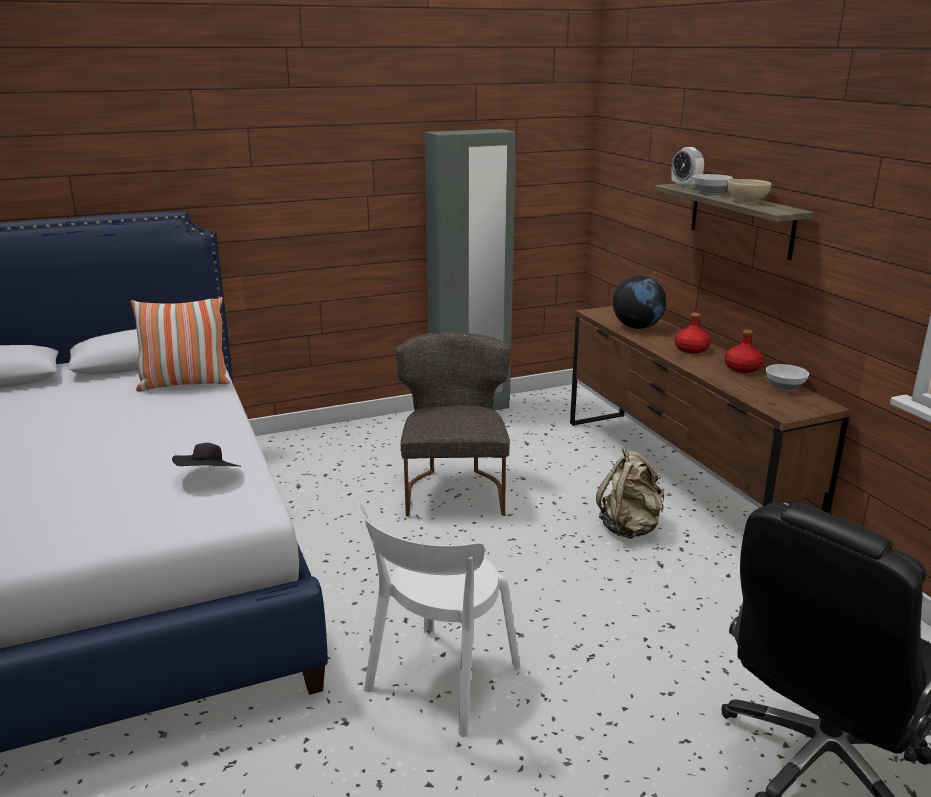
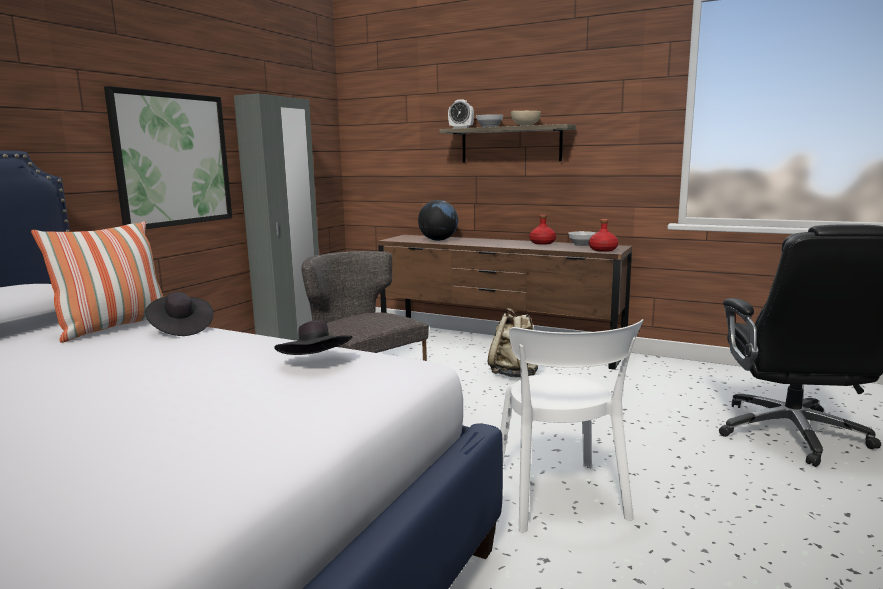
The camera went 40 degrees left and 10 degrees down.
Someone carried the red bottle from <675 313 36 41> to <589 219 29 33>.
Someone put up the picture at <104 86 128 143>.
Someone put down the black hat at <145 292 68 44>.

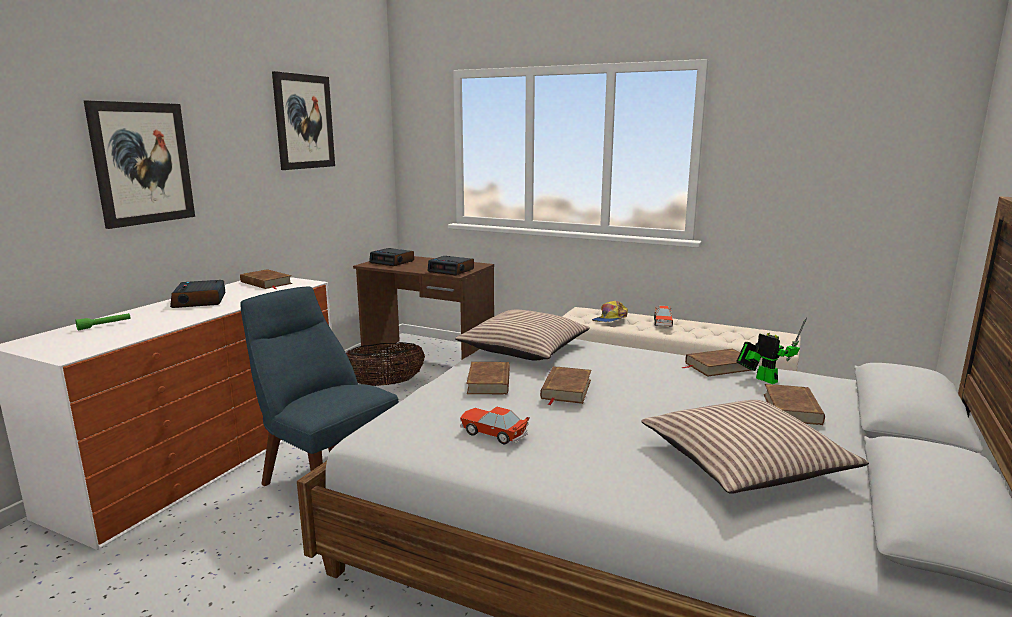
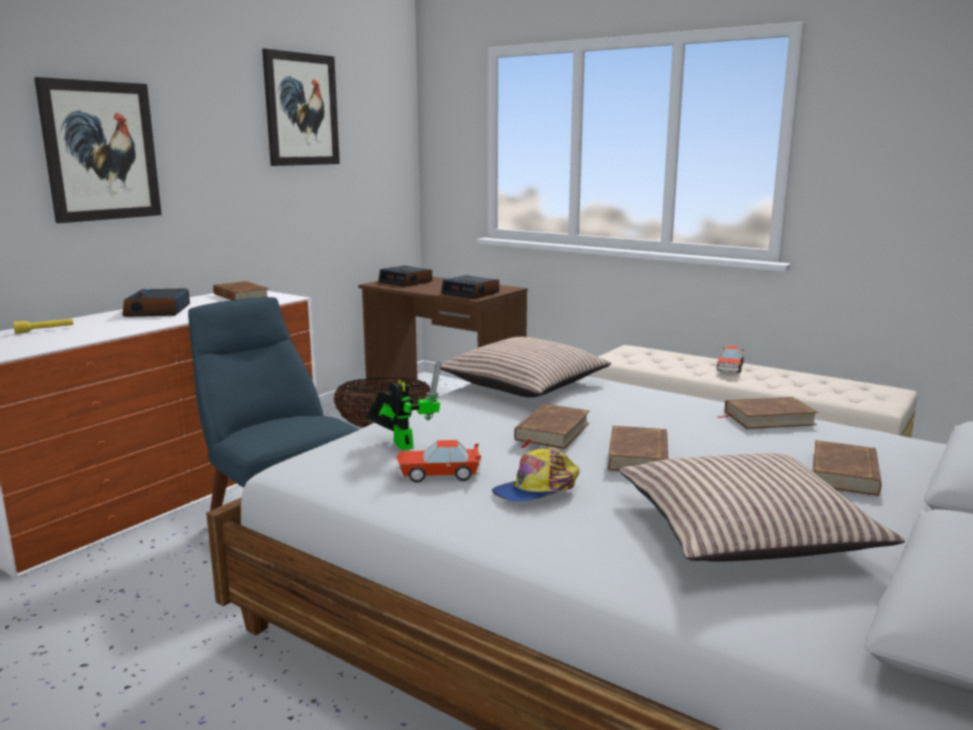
The camera went 10 degrees right and 0 degrees up.
Someone carried the cap from <592 301 36 21> to <492 447 88 55>.
Someone repainted the green flashlight at <75 313 56 17>, which became the yellow flashlight at <13 319 60 15>.
Someone carried the toy robot from <736 317 71 67> to <366 360 75 91>.
Someone carried the brown book from <466 362 44 32> to <608 426 60 45>.
Someone rotated the toy car at <460 407 70 37> by 45 degrees counterclockwise.

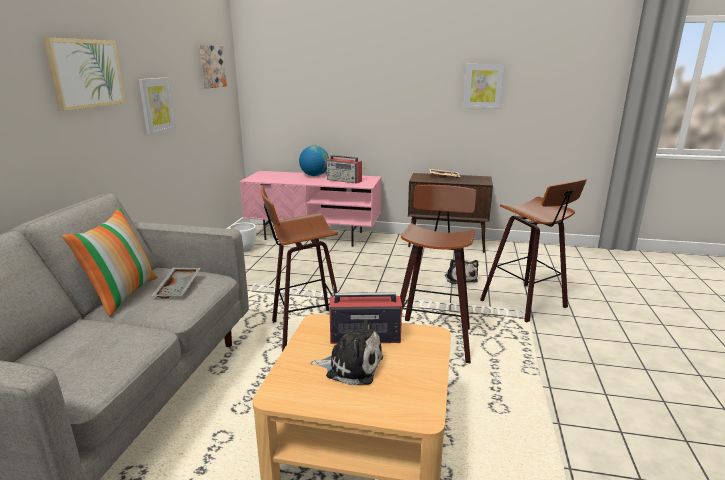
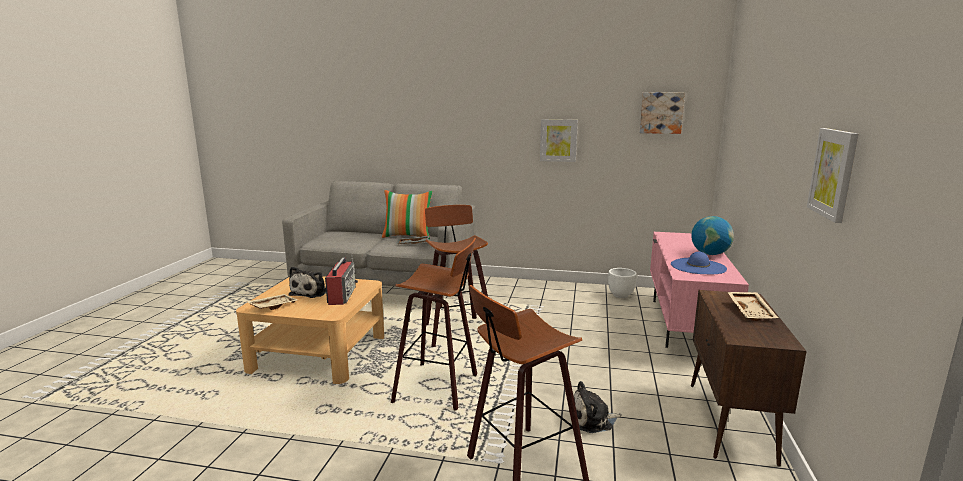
The camera went 90 degrees right and 5 degrees down.
Someone took away the picture at <43 37 82 74>.
Someone swapped the radio at <326 155 36 29> for the blue hat at <671 252 56 22>.
Someone put down the beige tray at <246 294 52 16>.

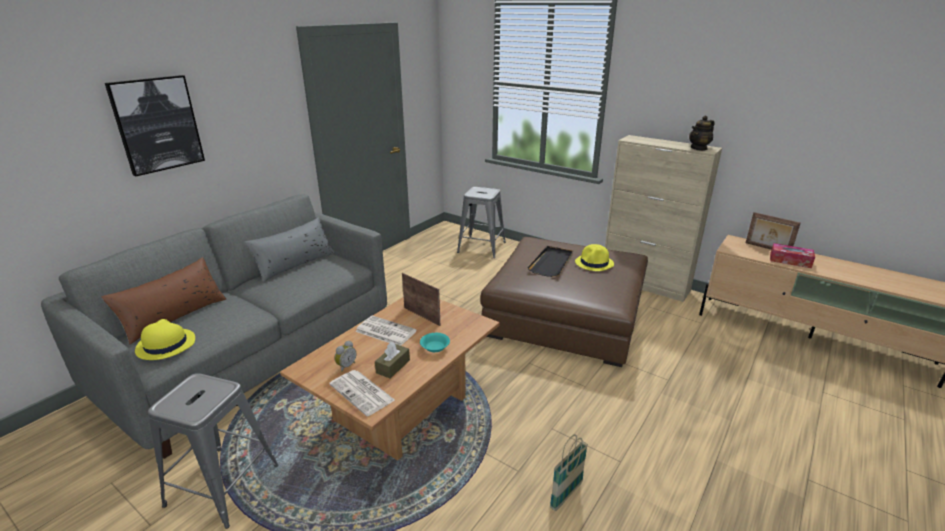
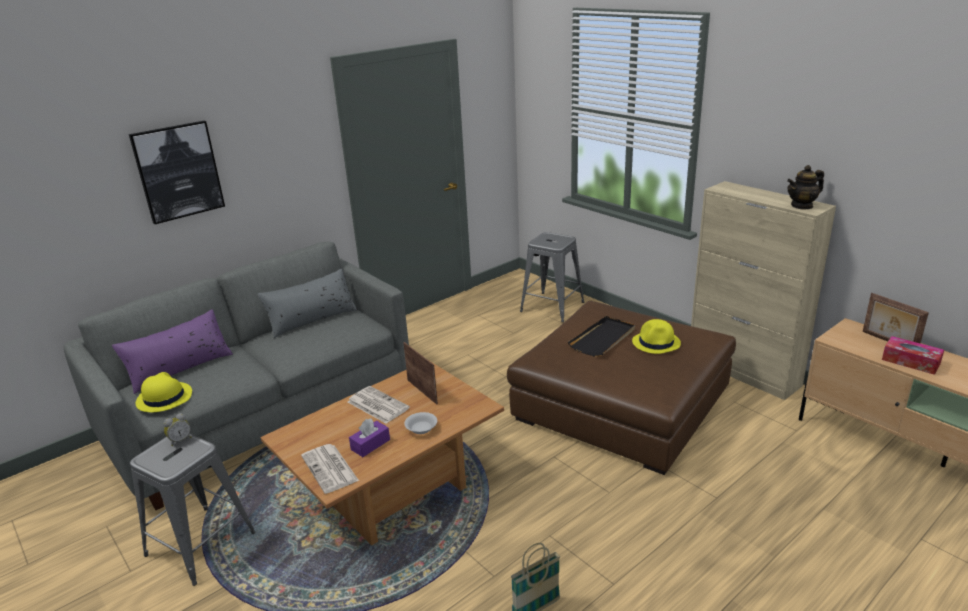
The camera went 15 degrees right and 0 degrees up.
Someone repainted the brown pillow at <101 257 125 87>, which became the purple pillow at <112 309 121 85>.
Someone repainted the turquoise bowl at <420 333 30 19>, which became the white bowl at <404 412 33 22>.
Someone carried the alarm clock from <335 341 21 31> to <164 413 27 33>.
Someone repainted the brown tissue box at <375 342 35 37>, which became the purple tissue box at <349 419 41 38>.

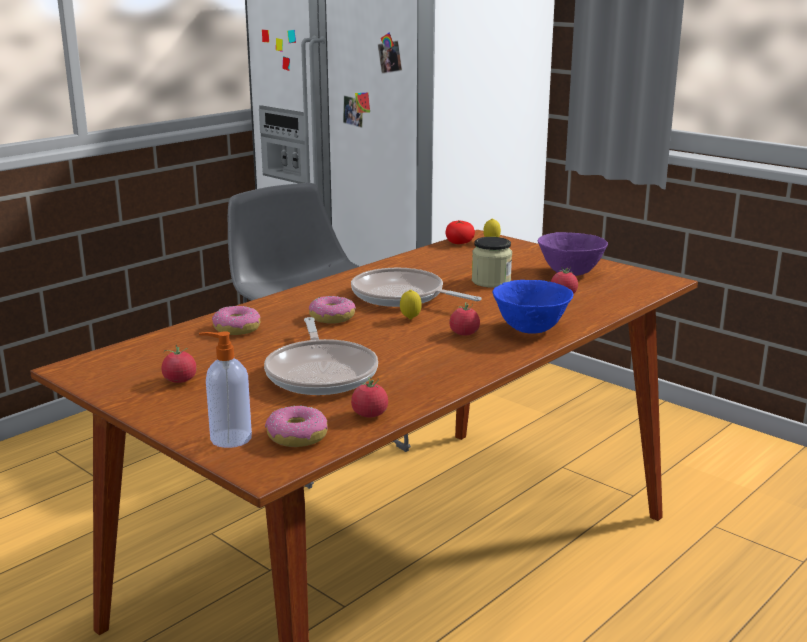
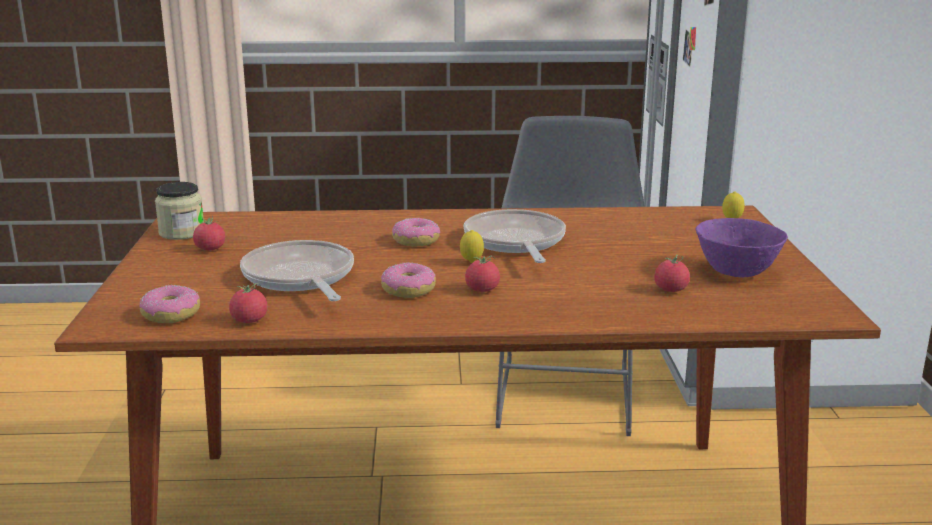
The camera went 45 degrees right and 0 degrees up.
Someone took away the tomato at <445 221 30 23>.
Someone carried the jar from <472 237 40 51> to <155 182 49 58>.
Someone took away the blue bowl at <493 280 80 53>.
Someone carried the donut from <212 306 49 29> to <381 262 55 36>.
Someone rotated the frying pan at <264 317 114 78> by 120 degrees clockwise.
Someone took away the soap dispenser at <199 331 53 117>.

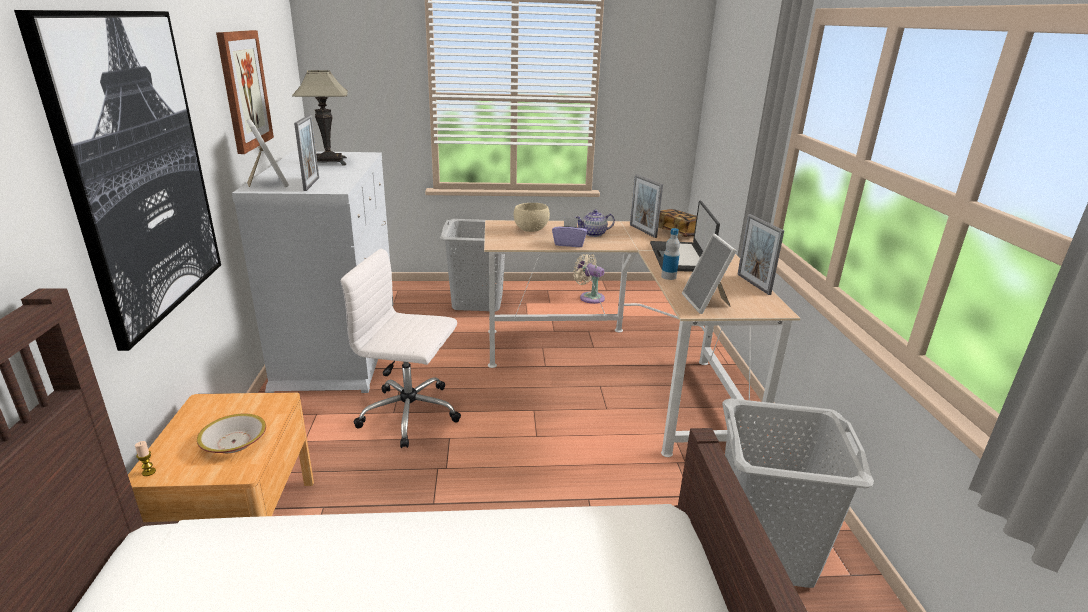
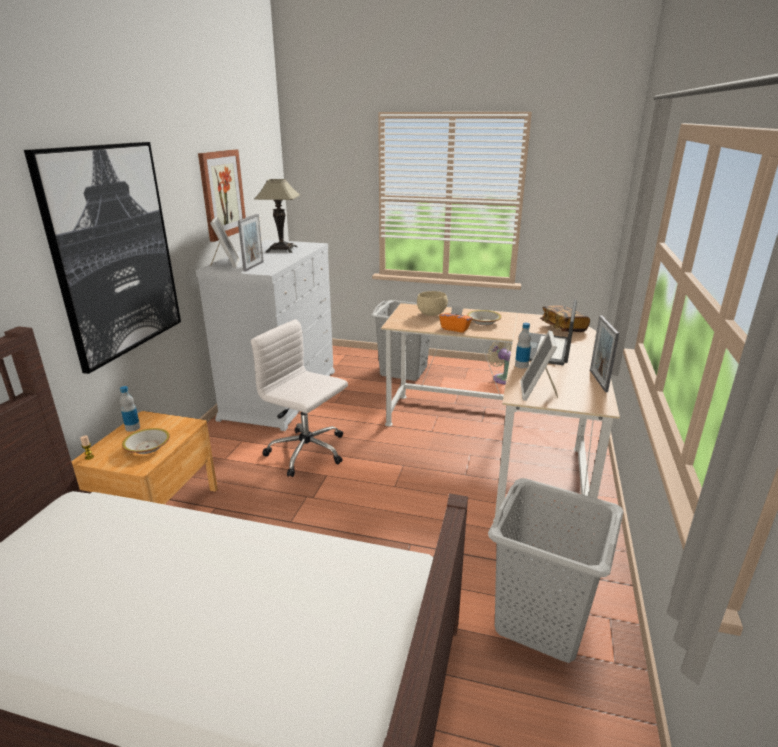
The camera went 20 degrees right and 0 degrees up.
Someone took away the picture frame at <630 174 33 64>.
Someone swapped the teapot at <575 210 40 27> for the bowl at <467 310 35 15>.
Someone repainted the purple tissue box at <552 217 35 30>, which became the orange tissue box at <439 306 33 27>.
Someone put down the bottle at <120 386 20 46>.

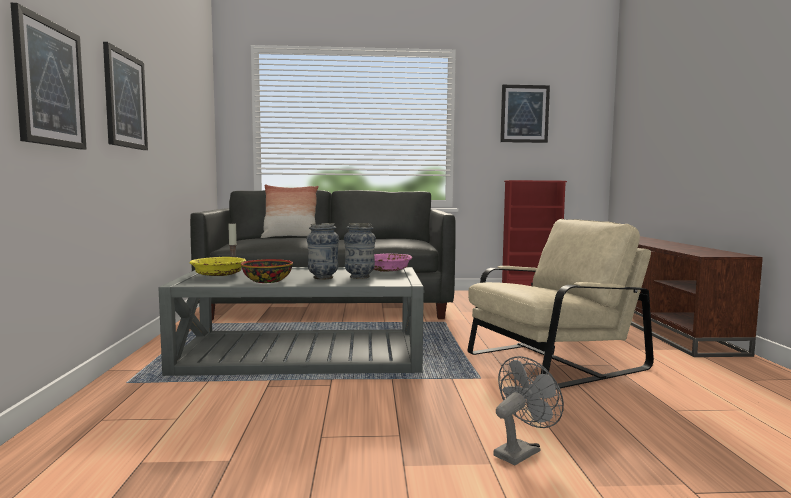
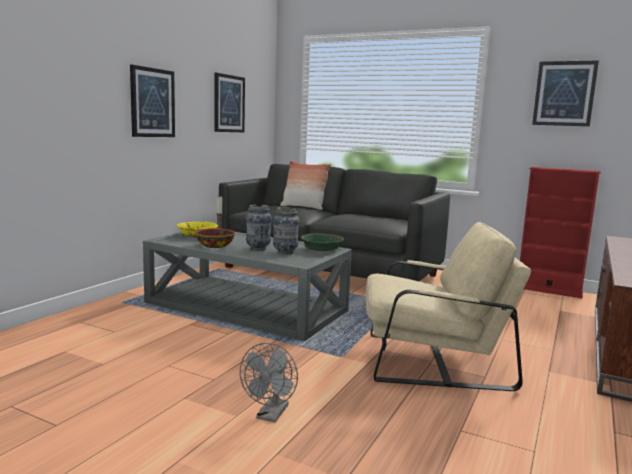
The camera went 30 degrees right and 5 degrees up.
Someone carried the picture from <11 3 75 147> to <214 73 31 59>.
Someone repainted the pink bowl at <374 254 38 18>, which became the green bowl at <301 234 43 17>.
Someone rotated the grey fan at <493 356 71 109> by 120 degrees clockwise.

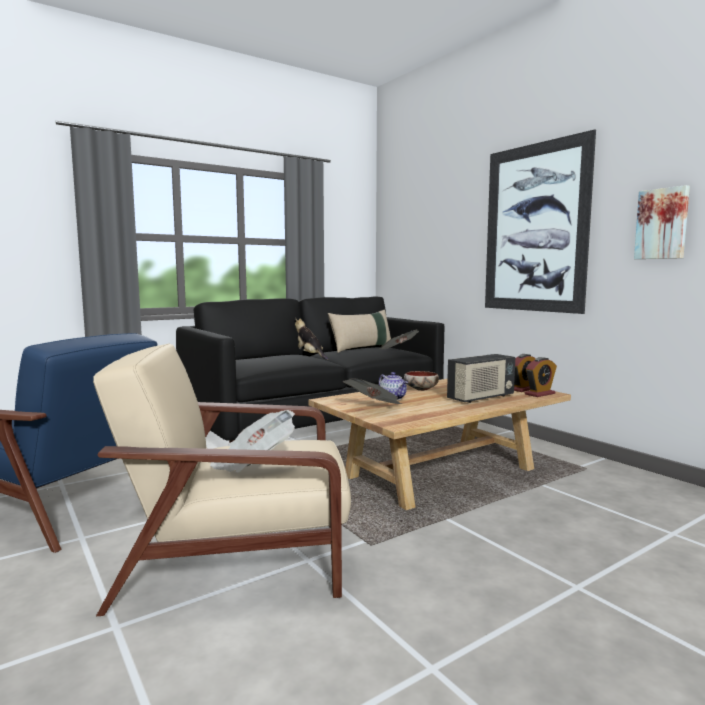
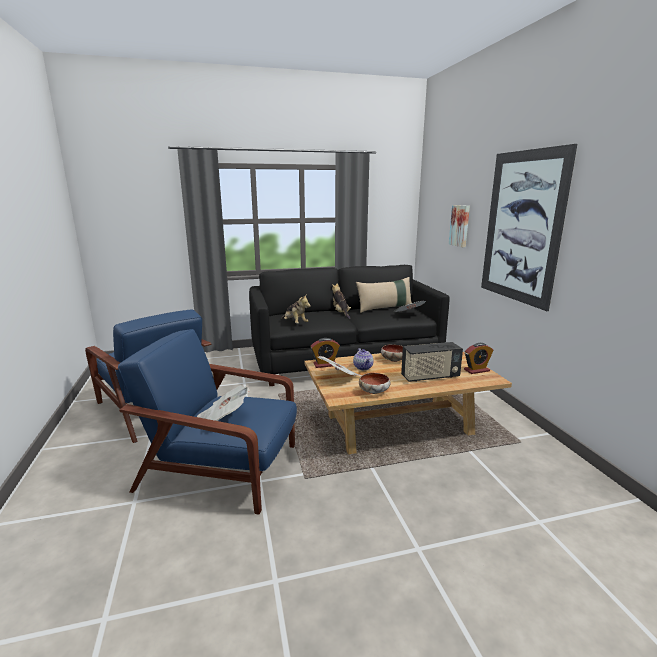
The camera went 20 degrees right and 10 degrees up.
Someone carried the picture from <634 185 56 74> to <449 205 21 42>.
Someone repainted the beige armchair at <93 343 258 273>, which became the blue armchair at <118 329 179 186>.
Someone carried the alarm clock from <525 357 32 40> to <311 338 29 30>.
Someone put down the plush toy at <281 295 30 29>.
Someone put down the bowl at <359 373 31 21>.

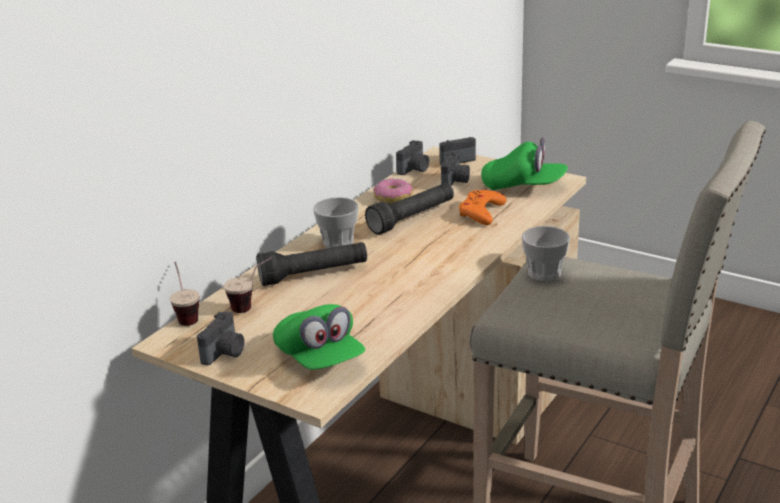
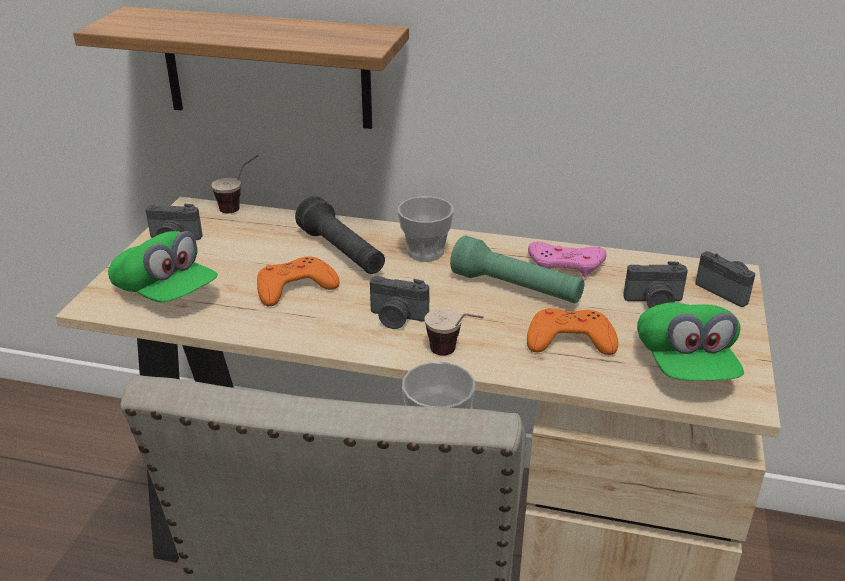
The camera went 70 degrees right and 5 degrees up.
Someone carried the photo camera from <396 140 33 35> to <370 276 59 53>.
Someone swapped the donut at <373 178 40 26> for the pink game controller at <528 241 79 37>.
Someone repainted the black flashlight at <365 183 89 52>, which became the green flashlight at <450 236 134 67>.
Someone carried the cup from <224 257 48 56> to <424 309 60 47>.
Someone rotated the green cap at <273 304 92 66> by 90 degrees counterclockwise.
Someone put up the shelf at <73 6 336 123>.
Someone put down the orange game controller at <257 257 83 49>.

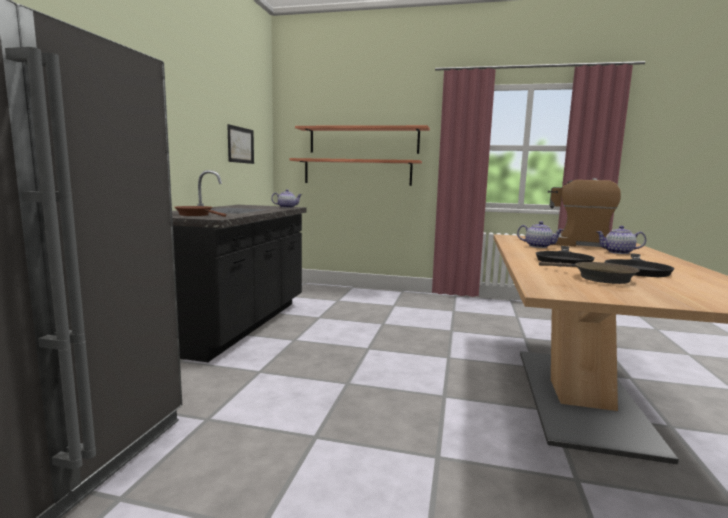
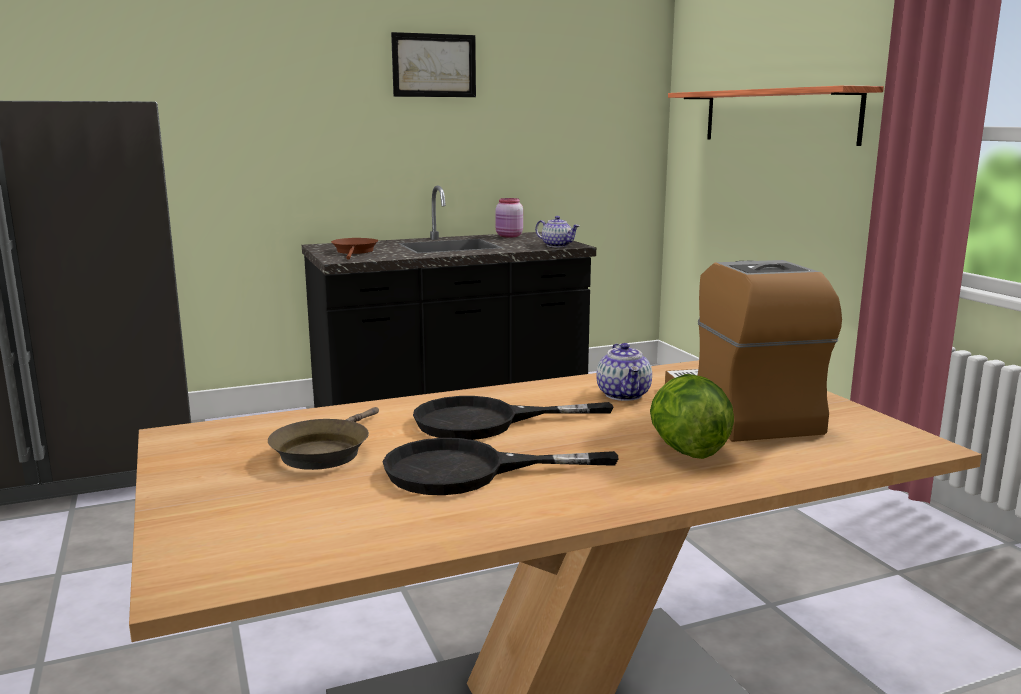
The camera went 55 degrees right and 5 degrees up.
Someone carried the picture from <227 124 27 40> to <391 32 85 65>.
Someone took away the shelf at <289 158 133 28>.
Someone swapped the teapot at <597 226 49 28> for the lettuce at <650 374 84 85>.
Someone put down the pink jar at <495 198 28 40>.

